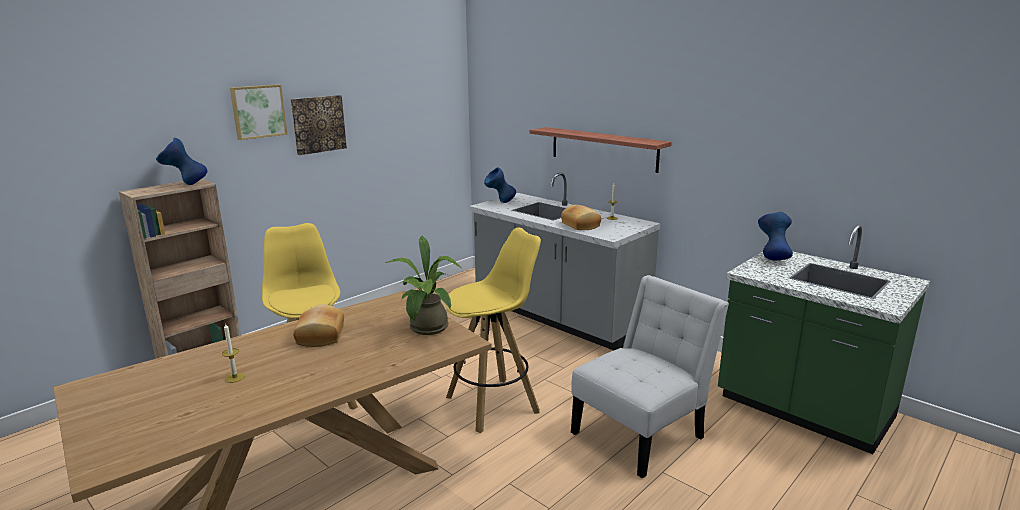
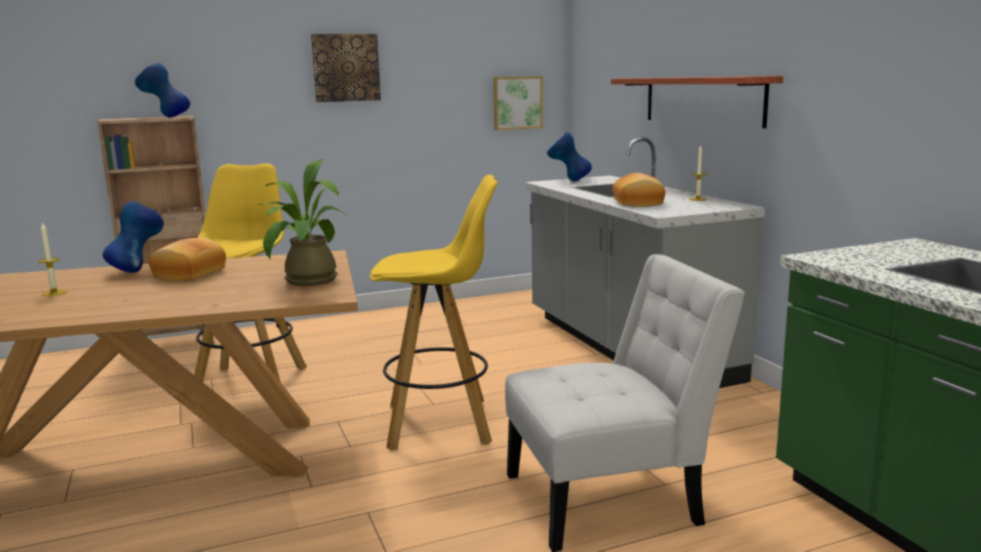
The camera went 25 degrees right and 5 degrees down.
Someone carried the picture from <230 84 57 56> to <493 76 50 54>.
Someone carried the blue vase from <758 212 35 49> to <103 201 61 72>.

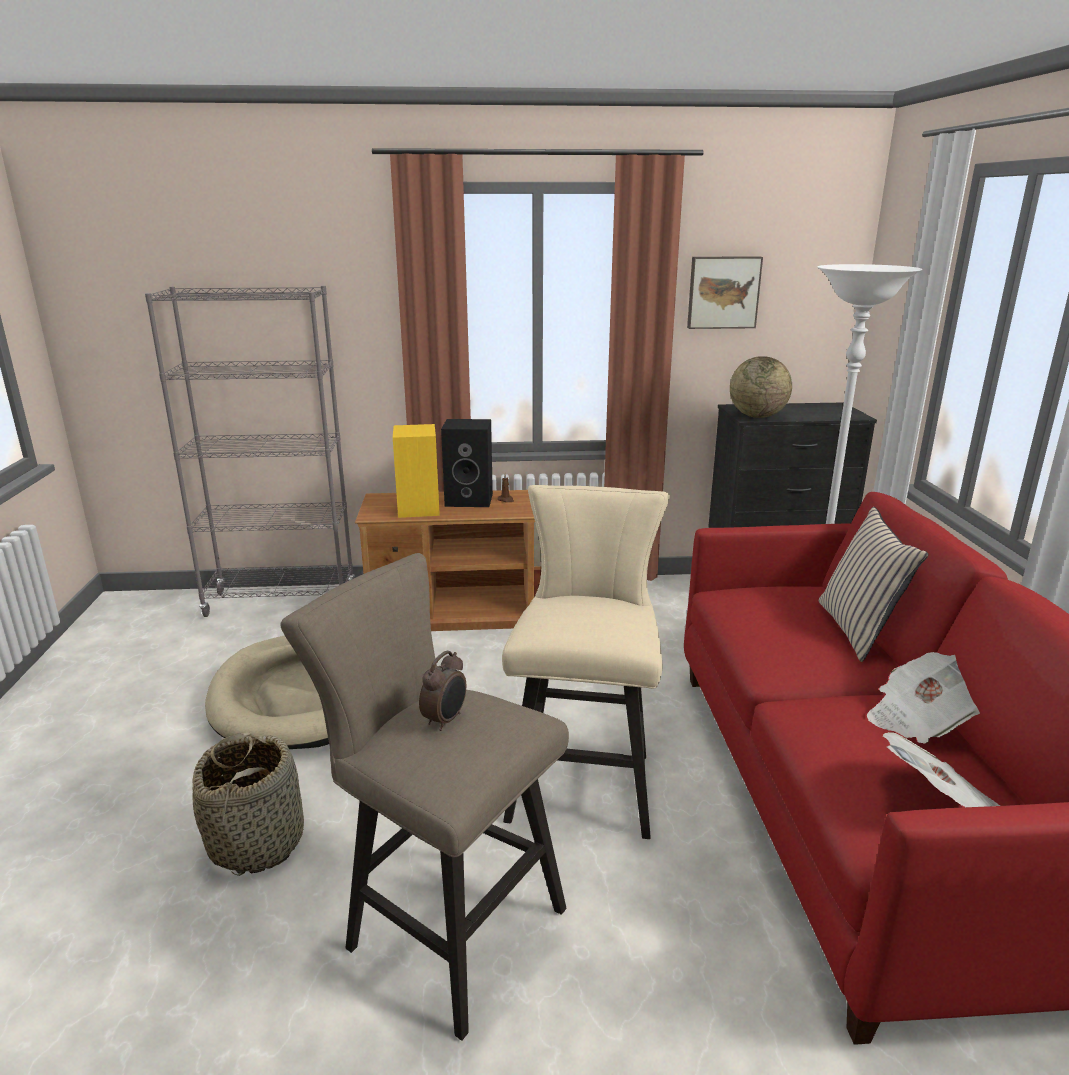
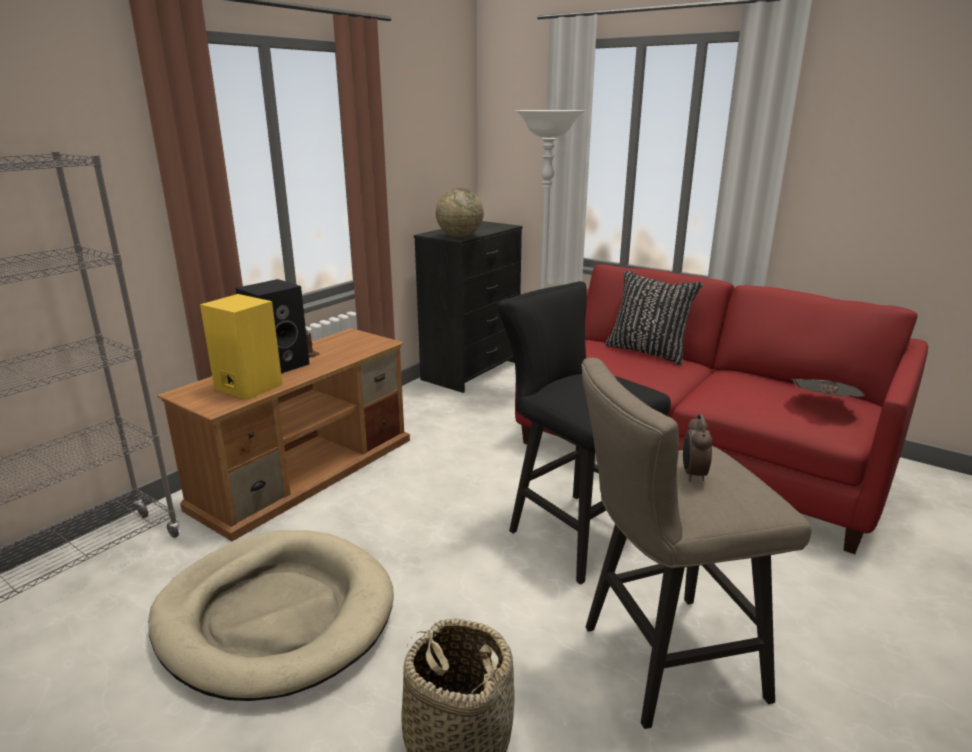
The camera went 50 degrees left and 0 degrees up.
Someone took away the picture at <687 256 76 73>.
Someone repainted the beige stool at <502 485 168 354>, which became the black stool at <498 281 173 304>.
Someone repainted the beige pillow at <819 507 109 155>, which became the black pillow at <605 270 98 95>.
Someone rotated the alarm clock at <419 650 47 81> by 150 degrees counterclockwise.
Someone took away the newspaper at <867 652 113 92>.

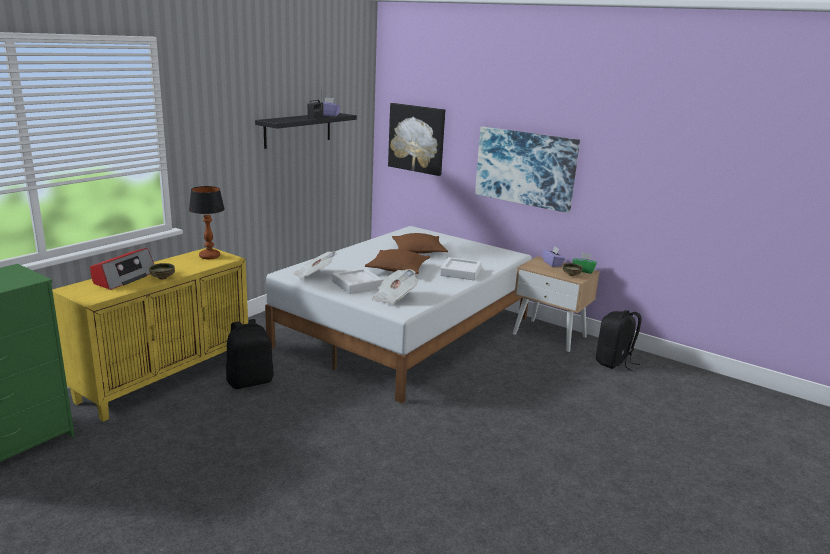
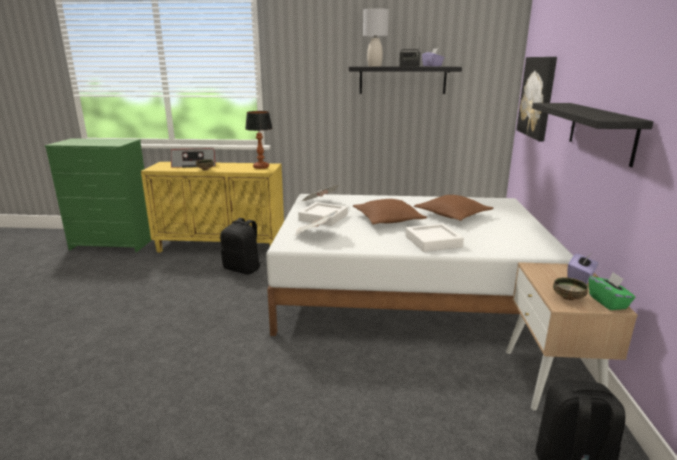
The camera went 60 degrees right and 0 degrees up.
Someone swapped the picture at <475 127 105 86> for the black shelf at <532 103 122 64>.
Someone put down the grey table lamp at <363 8 26 59>.

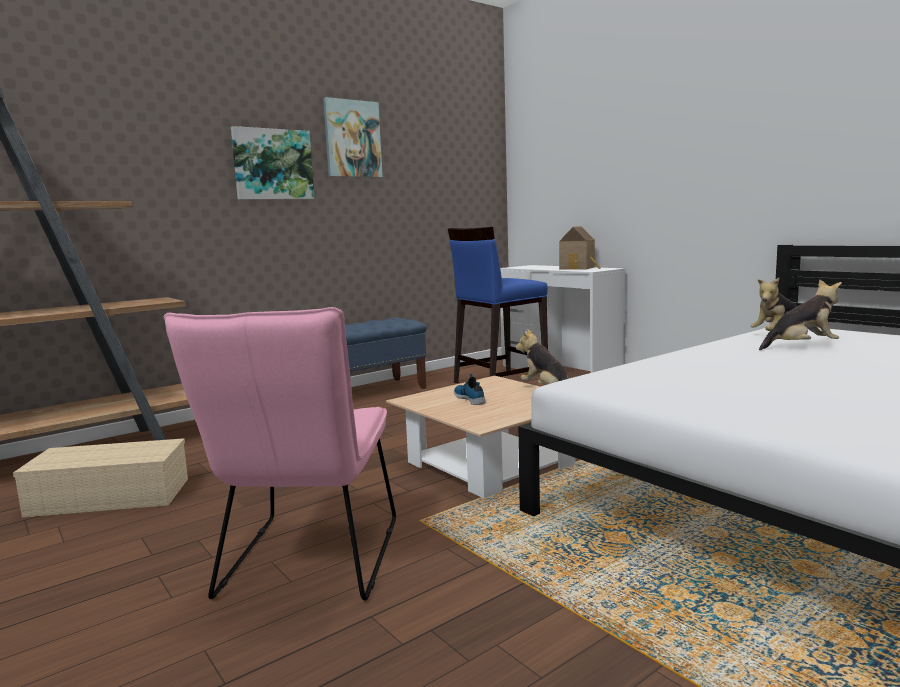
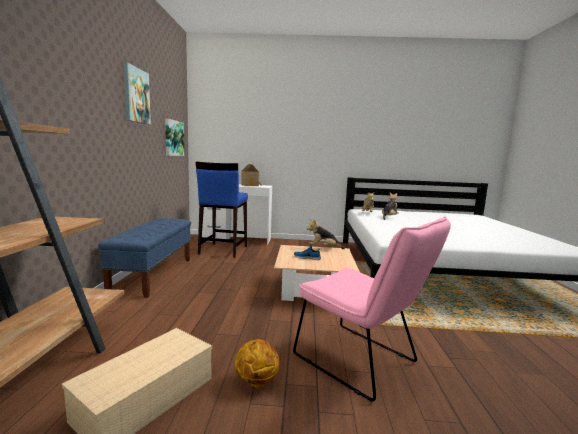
The camera went 50 degrees left and 0 degrees up.
Someone carried the picture from <231 126 84 74> to <165 118 20 38>.
Someone put down the basketball at <235 339 45 49>.

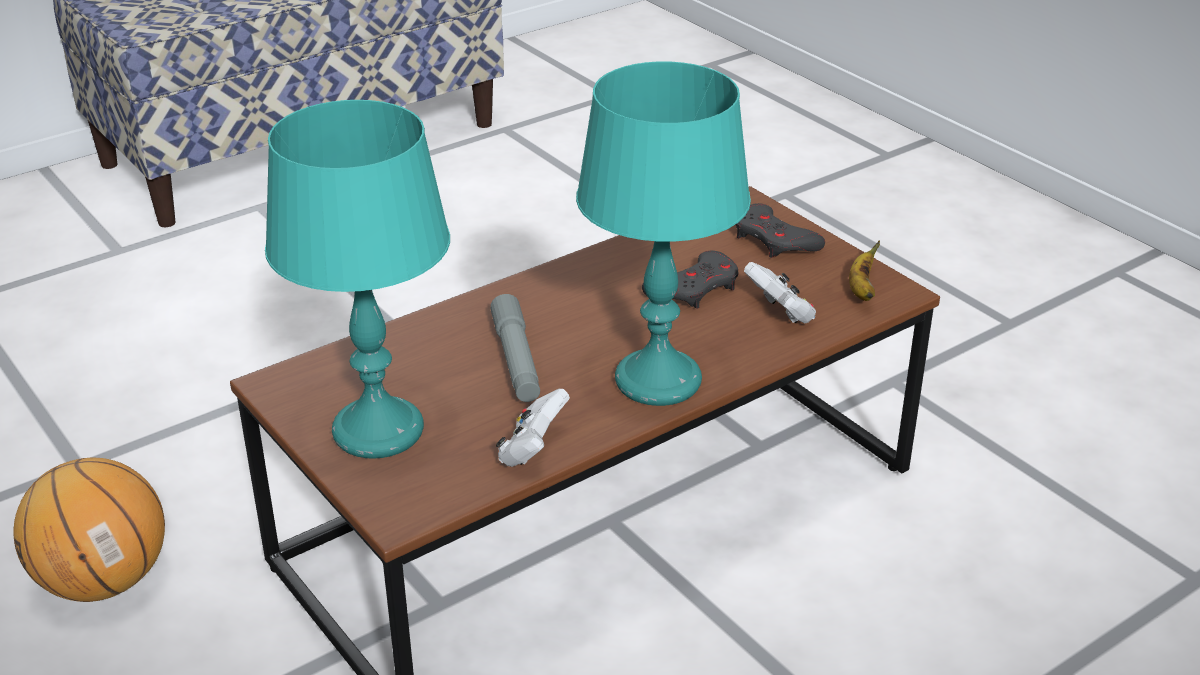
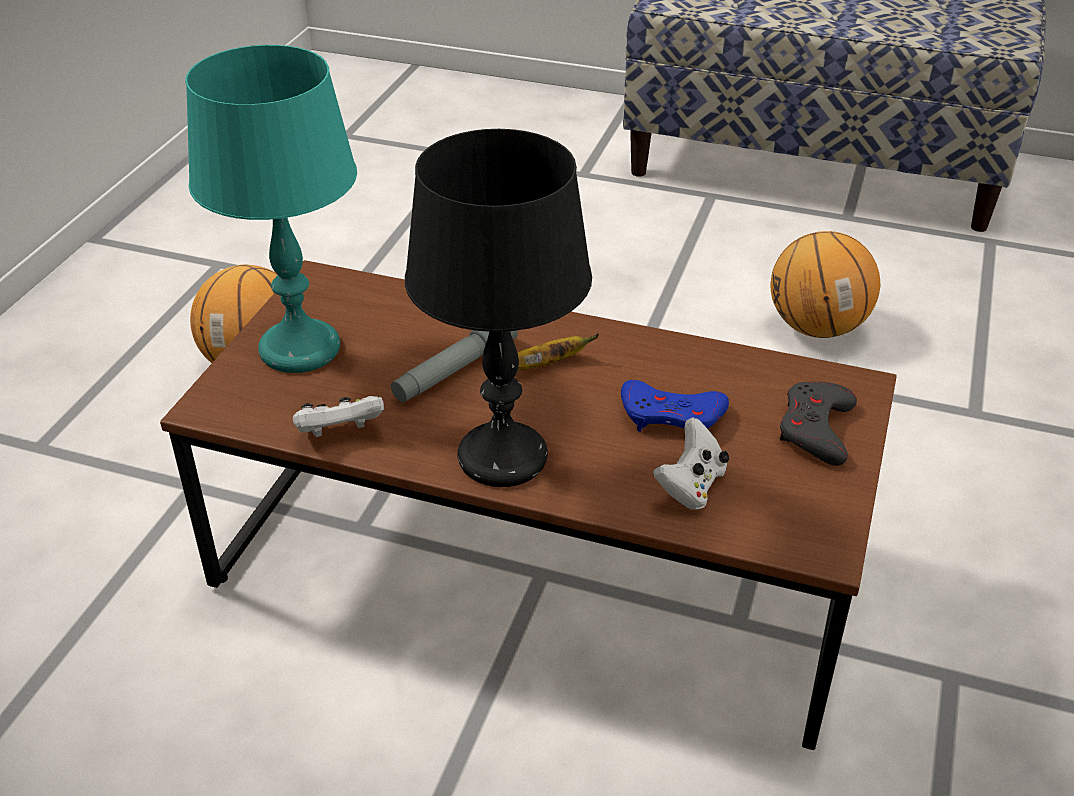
The camera went 55 degrees right and 5 degrees up.
Someone repainted the turquoise table lamp at <576 61 175 345>, which became the black table lamp at <405 129 187 358>.
Someone carried the banana from <849 241 31 60> to <517 334 82 36>.
Someone repainted the grey game controller at <642 250 97 59>, which became the blue game controller at <621 380 108 52>.
Someone put down the basketball at <771 231 109 107>.

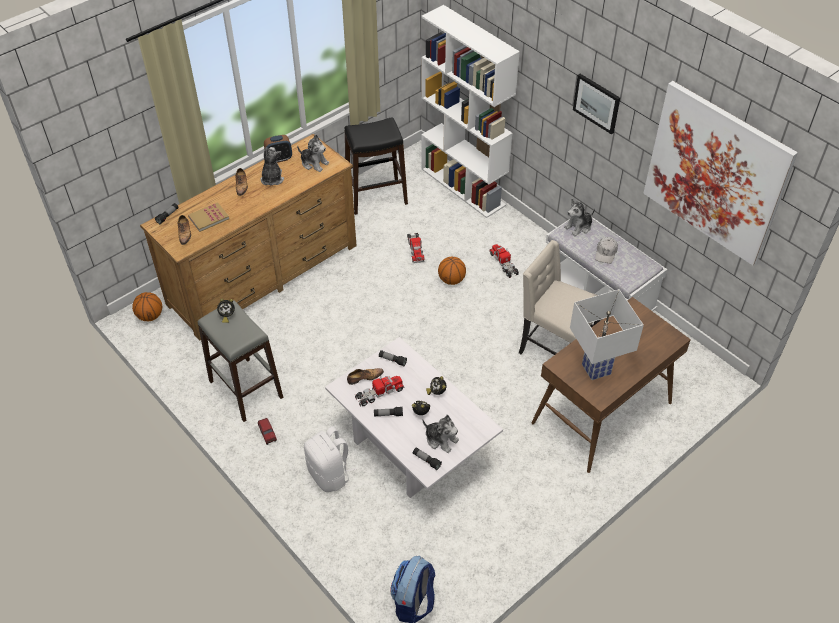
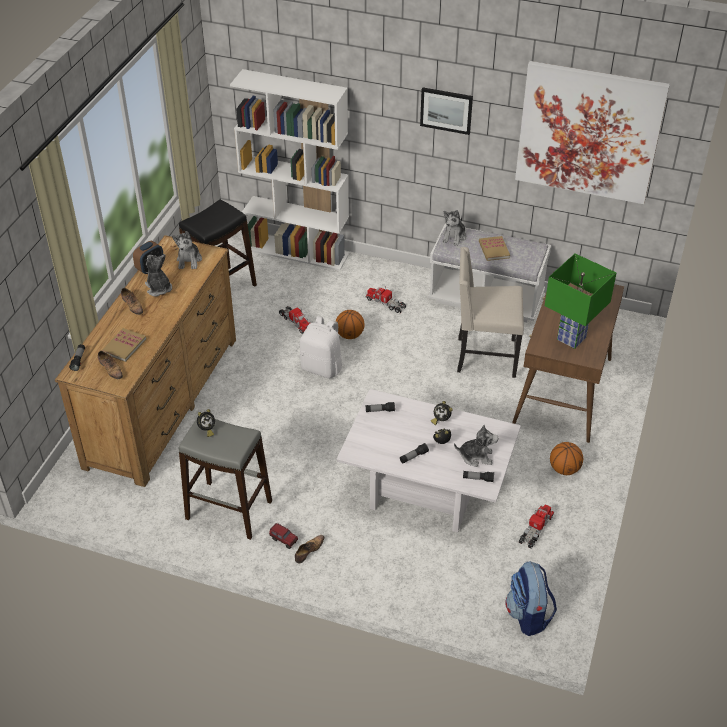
The camera went 30 degrees left and 5 degrees down.
Someone rotated the plush toy at <297 134 32 38> by 90 degrees clockwise.
Someone swapped the white cap at <595 237 23 27> for the book at <479 236 31 25>.
Someone repainted the white table lamp at <570 289 74 91>, which became the green table lamp at <545 253 71 96>.
Someone carried the basketball from <132 292 30 29> to <550 442 33 33>.
Someone carried the shoe from <347 368 37 17> to <295 535 30 29>.
Someone carried the toy truck from <355 375 50 32> to <519 505 35 44>.
Someone carried the white backpack from <304 426 52 66> to <300 316 43 63>.

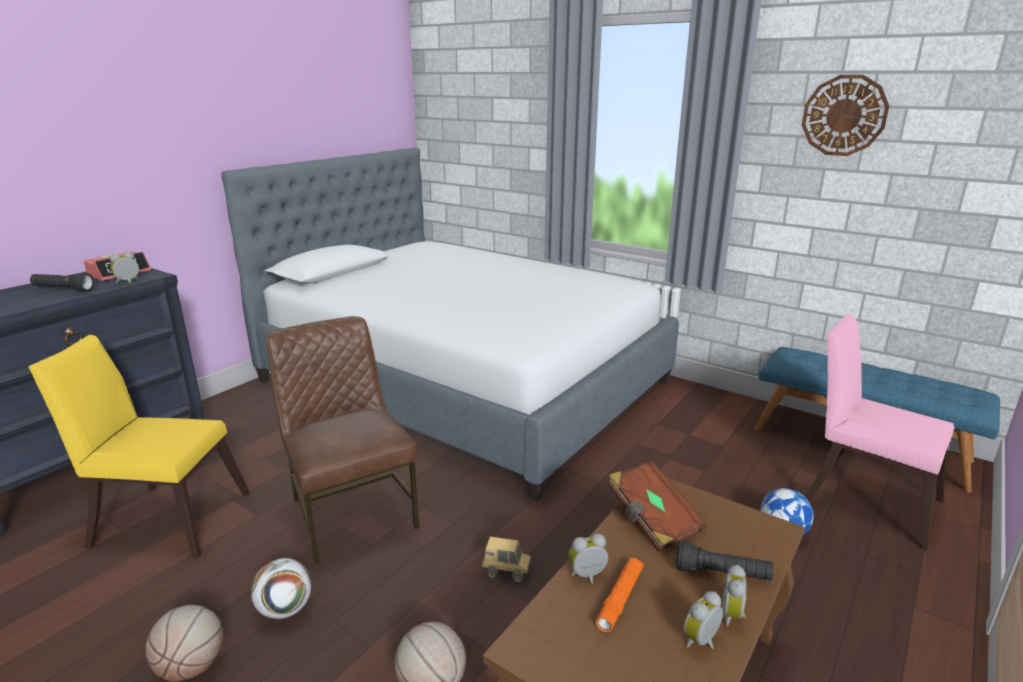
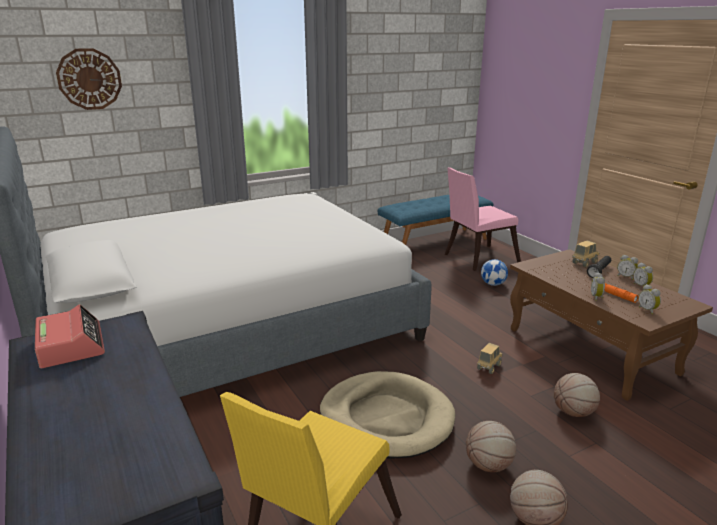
The camera went 65 degrees left and 0 degrees up.
Someone carried the wall clock from <802 75 87 81> to <56 48 66 62>.
Someone carried the alarm clock from <110 251 29 33> to <639 284 22 30>.
Someone took away the black flashlight at <30 272 64 20>.
Someone swapped the brown chair at <266 316 153 249> for the beige dog bed at <320 371 135 88>.
Someone took away the brown book at <607 461 100 91>.
Someone swapped the football at <251 558 61 61> for the basketball at <466 421 50 51>.
Someone put down the toy truck at <572 241 27 26>.

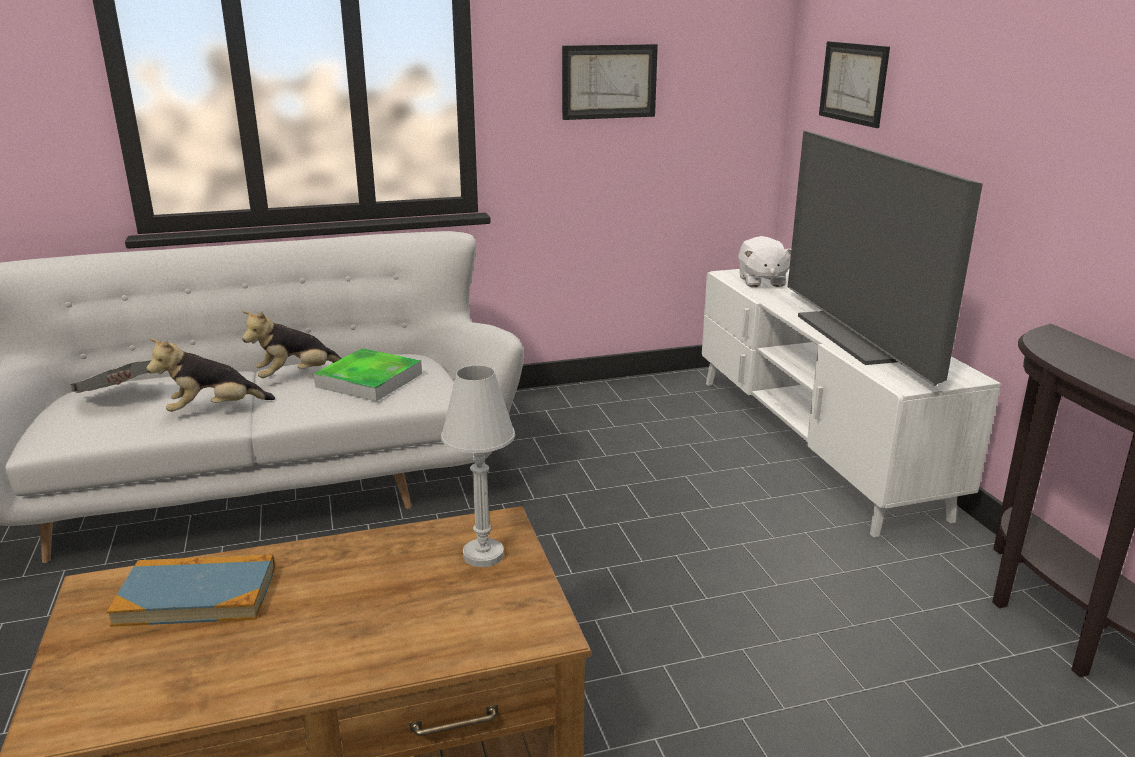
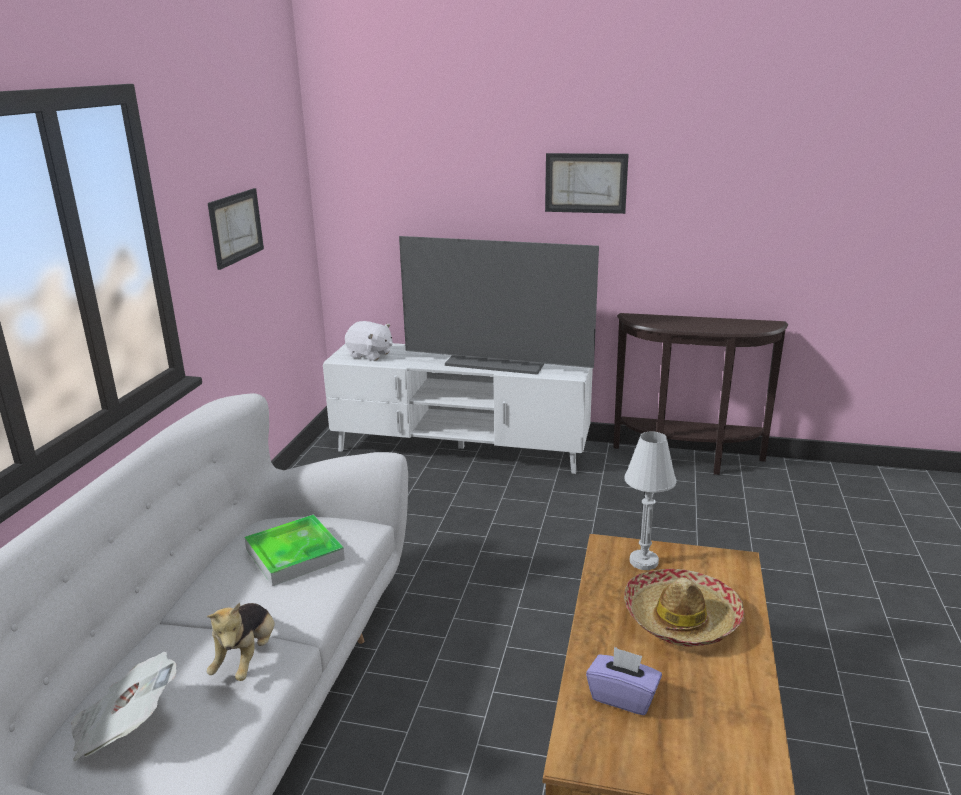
The camera went 60 degrees left and 0 degrees up.
Someone carried the picture from <819 41 71 87> to <545 153 84 61>.
Someone took away the plush toy at <242 311 100 67>.
Someone swapped the book at <107 554 168 73> for the purple tissue box at <586 647 76 68>.
Someone put down the hat at <624 569 121 78>.

